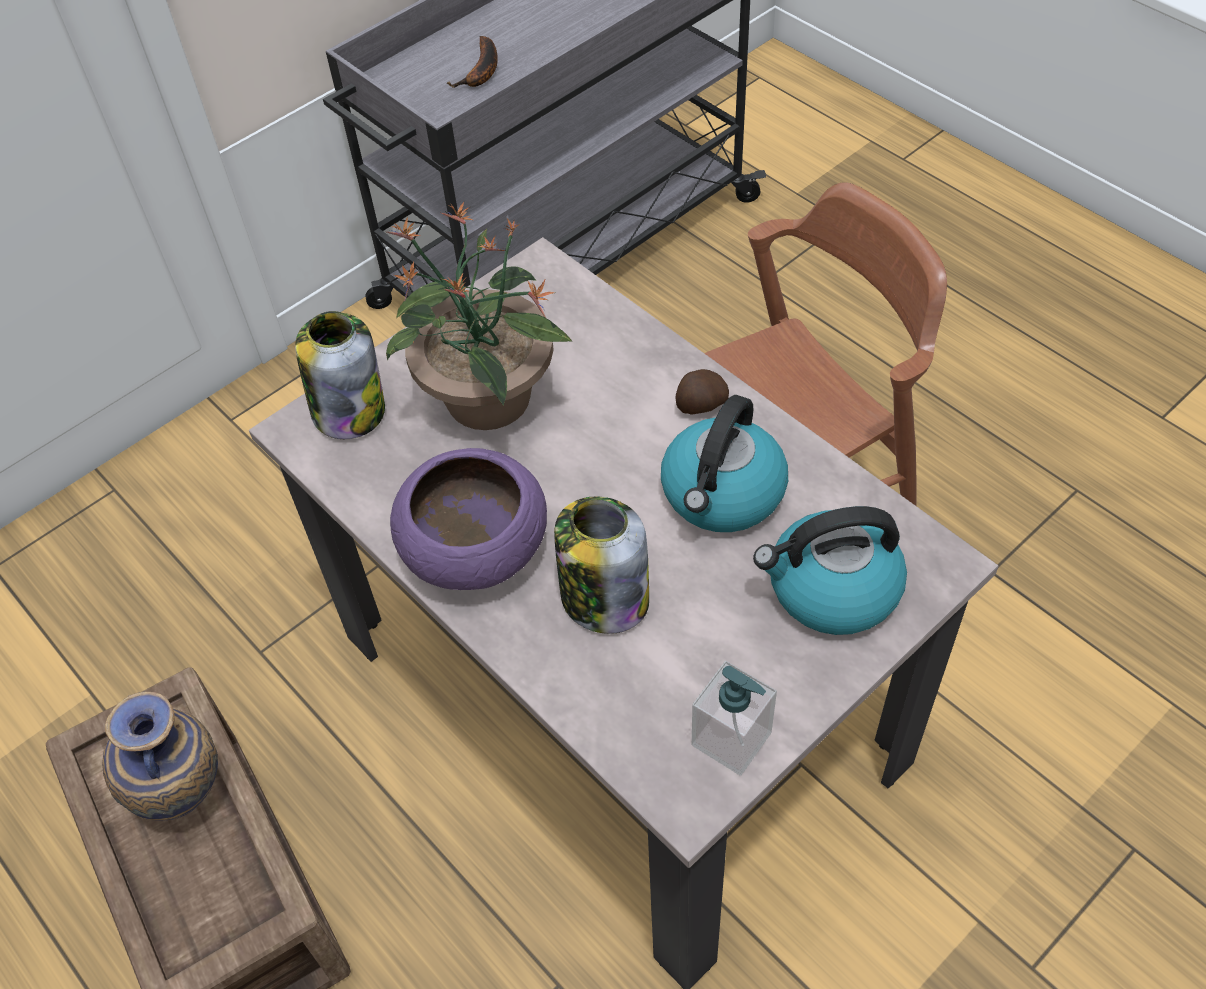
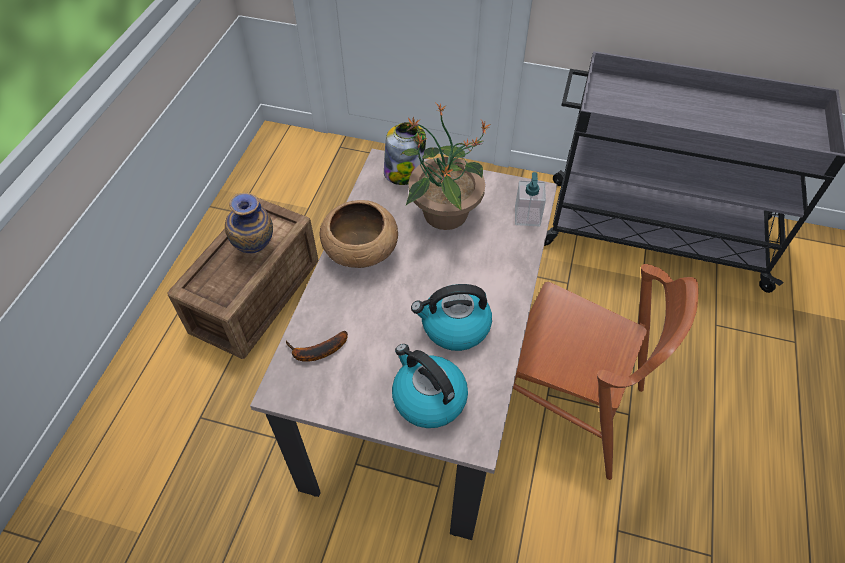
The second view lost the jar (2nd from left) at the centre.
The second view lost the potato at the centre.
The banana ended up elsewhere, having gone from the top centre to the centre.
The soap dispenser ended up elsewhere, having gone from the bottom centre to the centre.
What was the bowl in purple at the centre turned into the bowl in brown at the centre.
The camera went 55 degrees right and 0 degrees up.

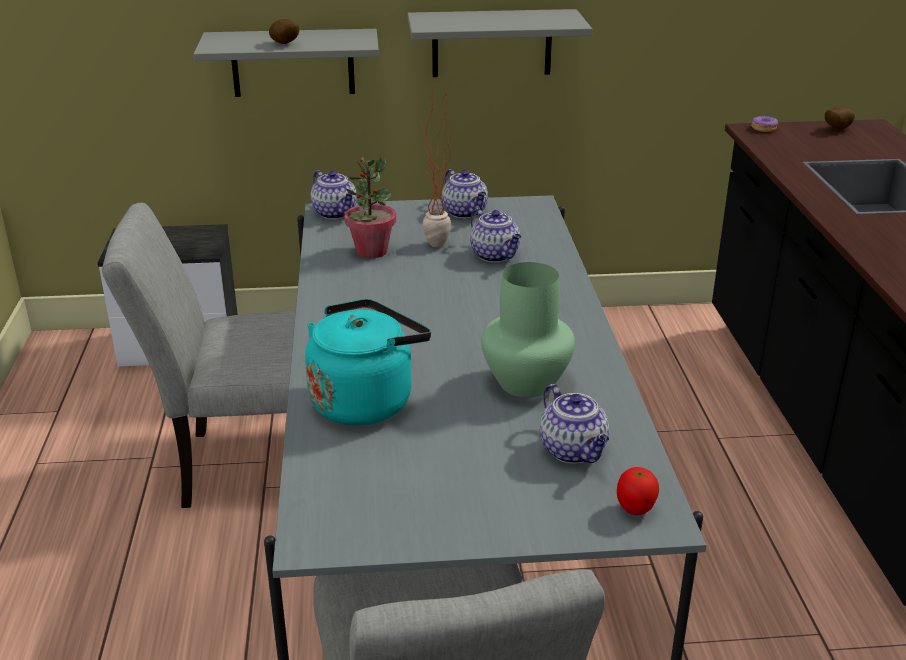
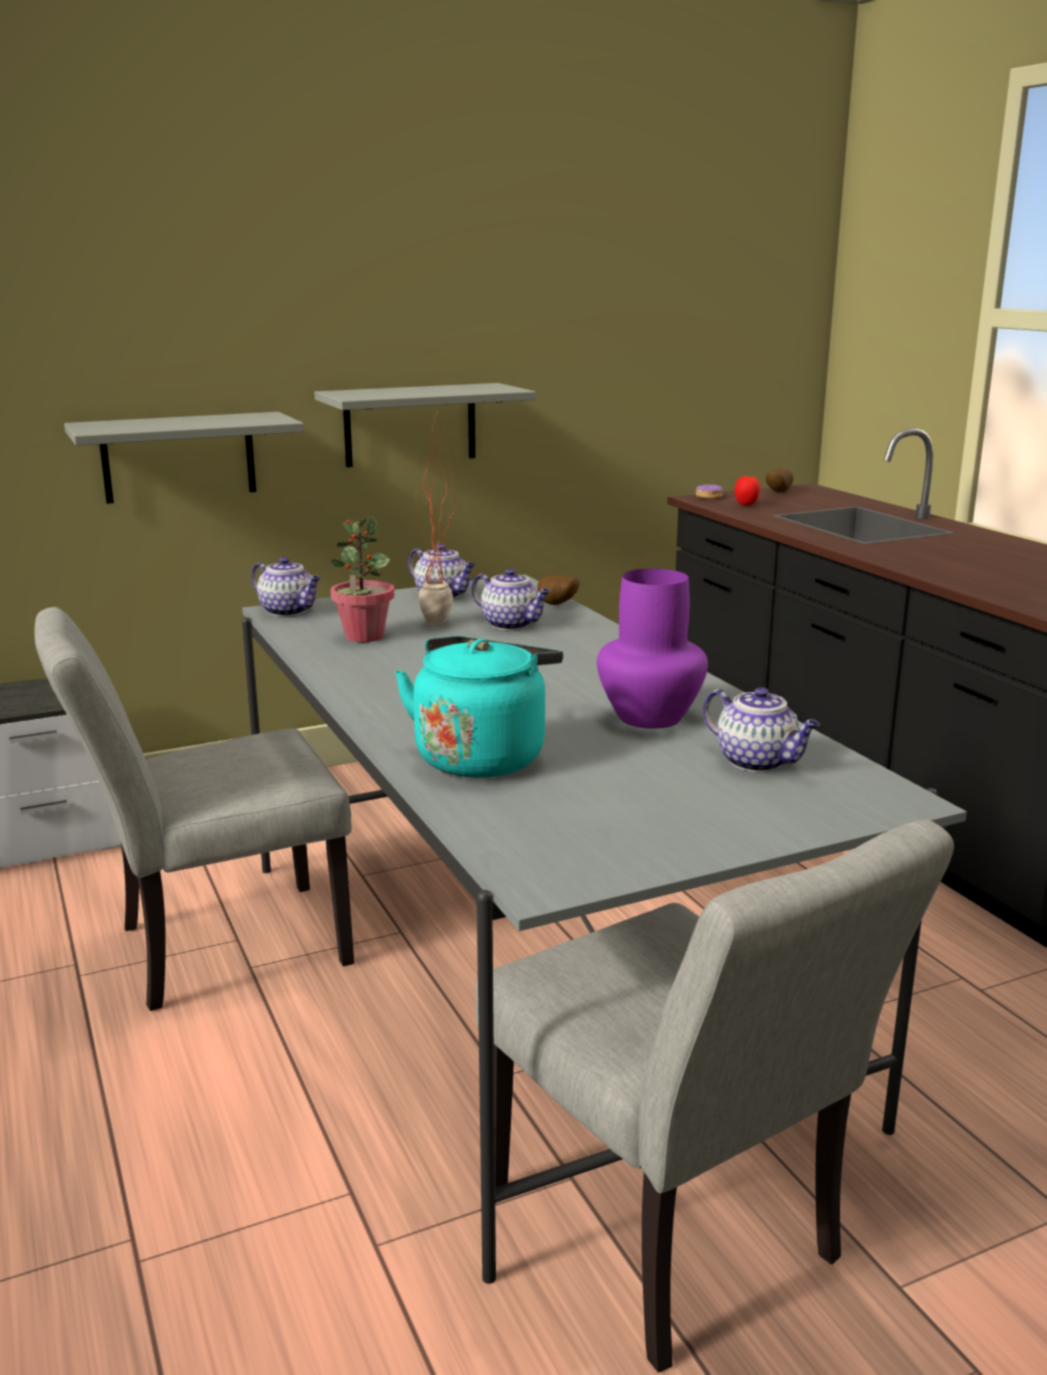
The potato (1st from left) ended up elsewhere, having gone from the top left to the centre.
The tomato ended up elsewhere, having gone from the bottom right to the middle right.
What was the vase in green at the centre turned into the vase in purple at the centre.
The camera went 20 degrees left and 10 degrees down.

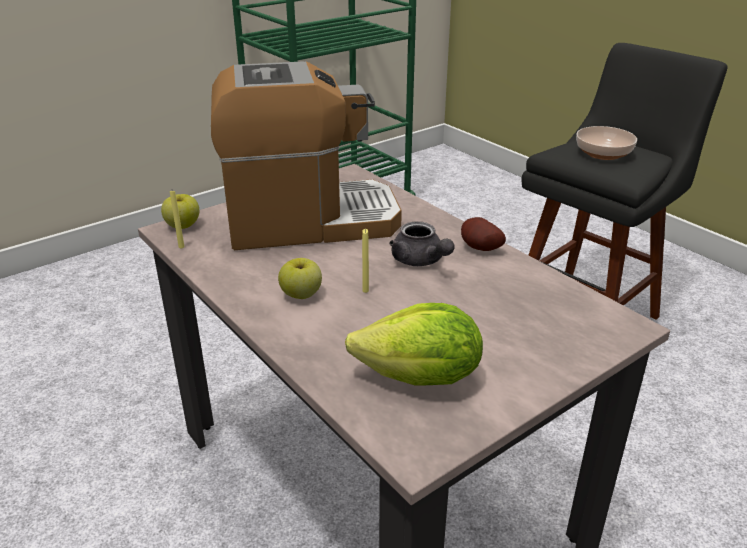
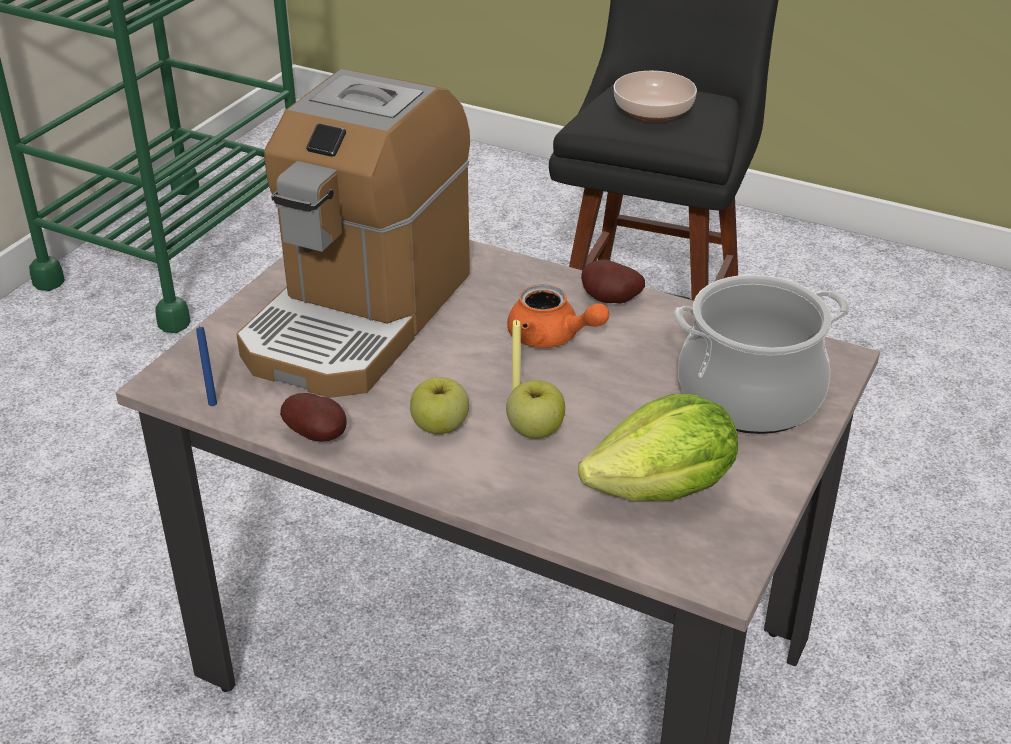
The second view gained the potato (1st from left) at the middle left.
The second view gained the cooking pot at the middle right.
The apple (1st from left in the first image) ended up elsewhere, having gone from the middle left to the centre.
What was the candle in yellow (1st from left) at the middle left turned into the candle in blue at the middle left.
What was the teapot in grey at the centre turned into the teapot in orange at the centre.
The coffee machine at the top centre ended up facing another way, 150 degrees clockwise from before.
The camera went 25 degrees left and 5 degrees up.

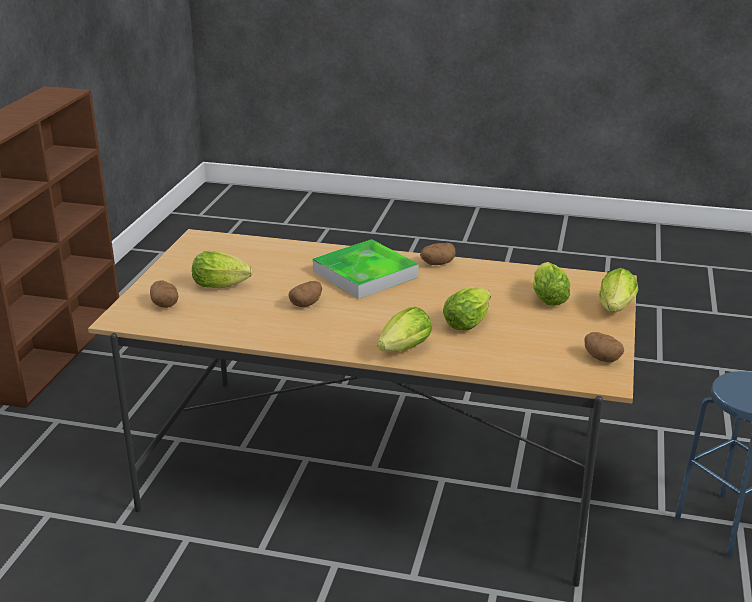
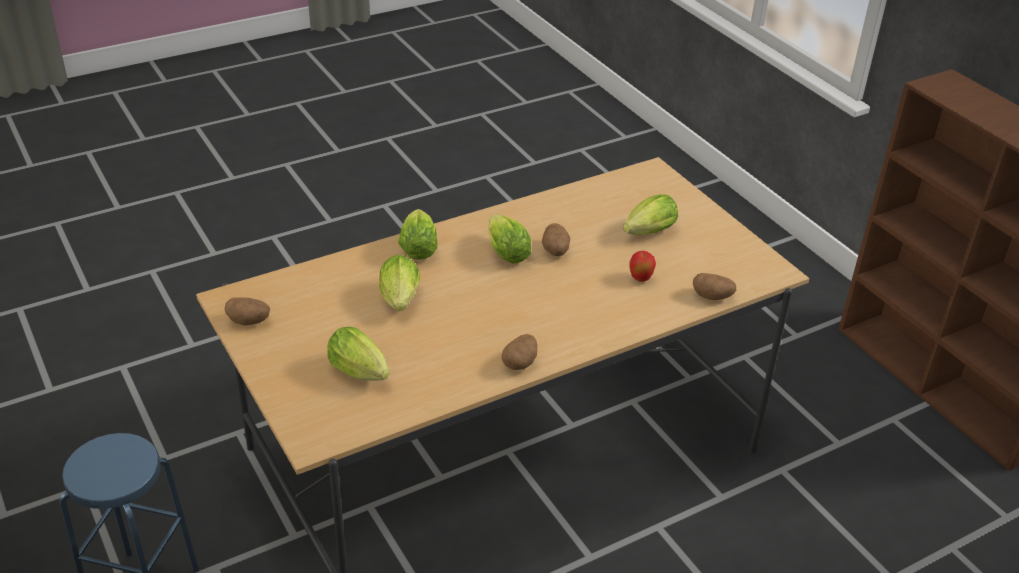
The second view lost the tray at the centre.
The second view gained the apple at the centre.
The potato (1st from left in the first image) ended up elsewhere, having gone from the middle left to the middle right.
The lettuce (5th from left in the first image) ended up elsewhere, having gone from the middle right to the centre.
The camera went 135 degrees right and 10 degrees up.

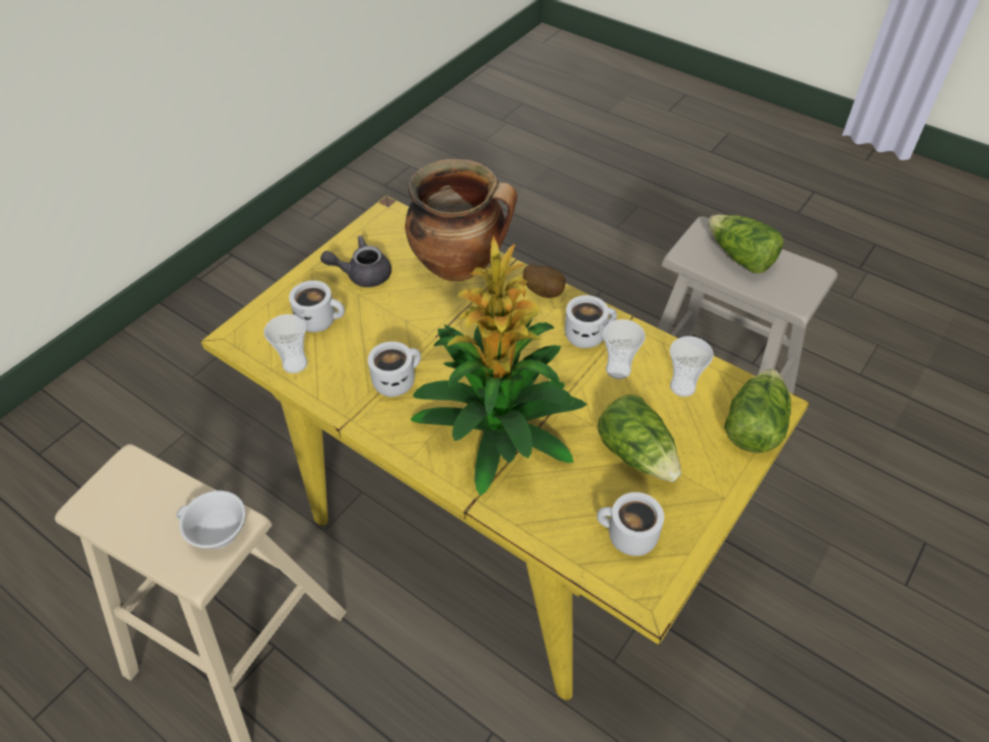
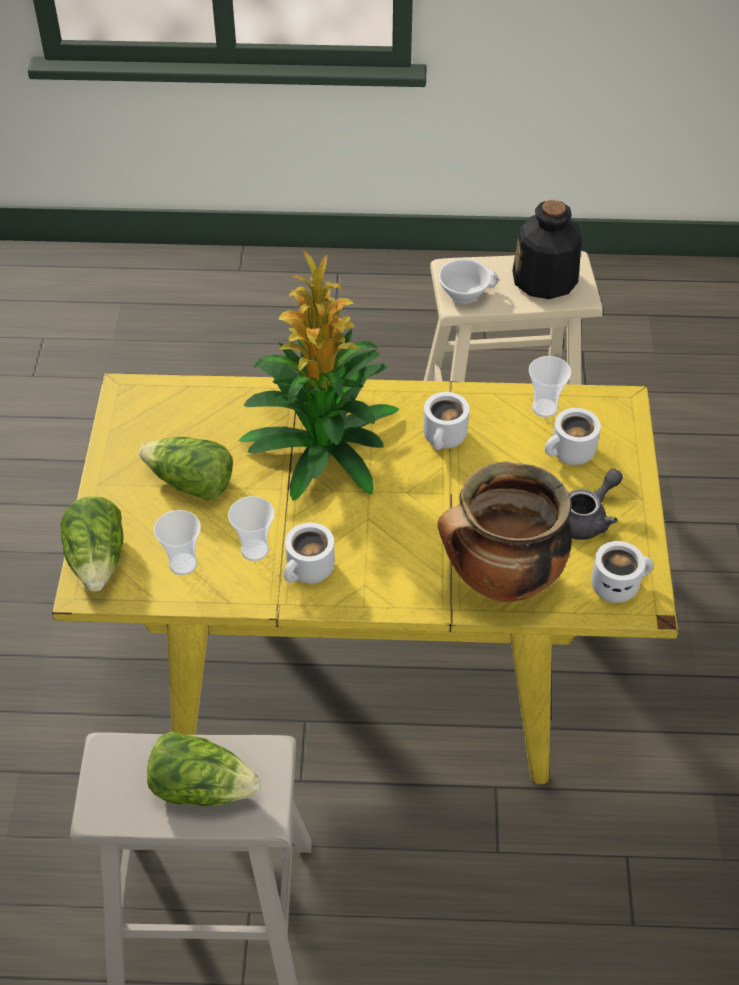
The second view lost the potato at the centre.
The second view gained the bottle at the top right.
The mug in white (4th from left) ended up elsewhere, having gone from the bottom centre to the middle right.
The camera went 145 degrees right and 0 degrees up.

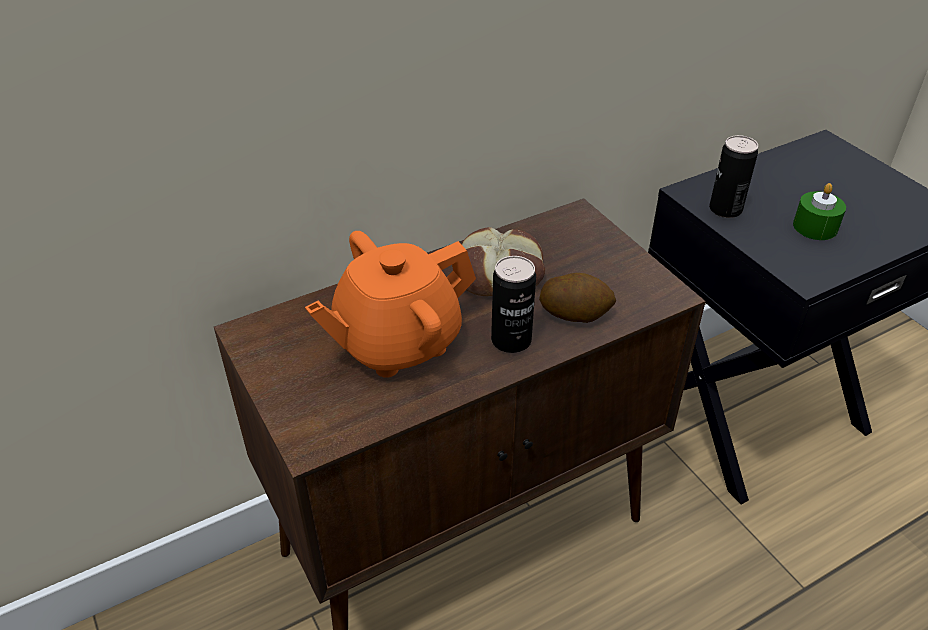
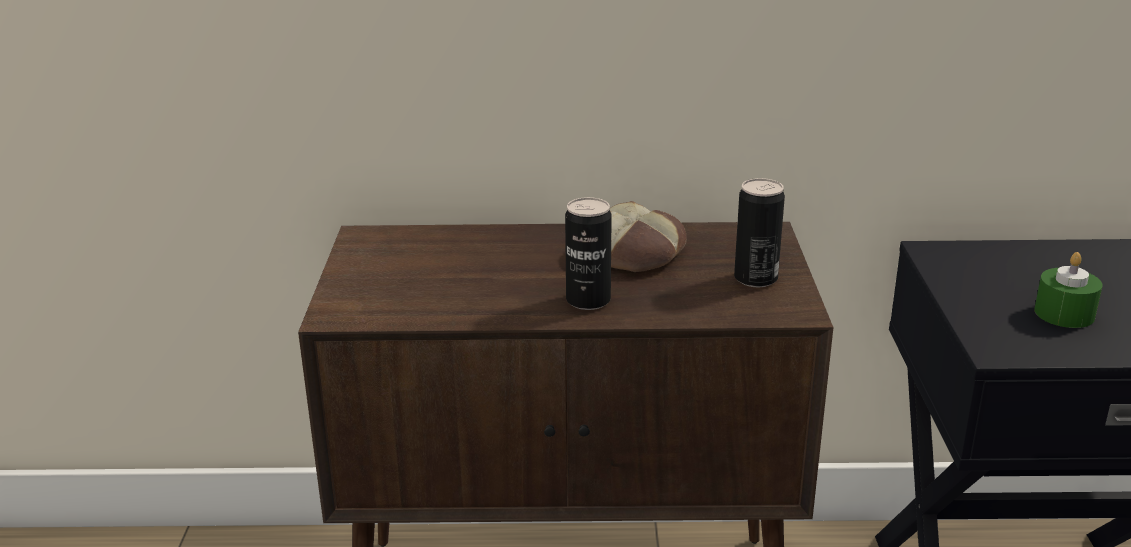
The second view lost the teapot in orange at the centre.
The second view lost the potato at the centre.
The can (2nd from left) ended up elsewhere, having gone from the top right to the middle right.
The camera went 30 degrees right and 15 degrees down.

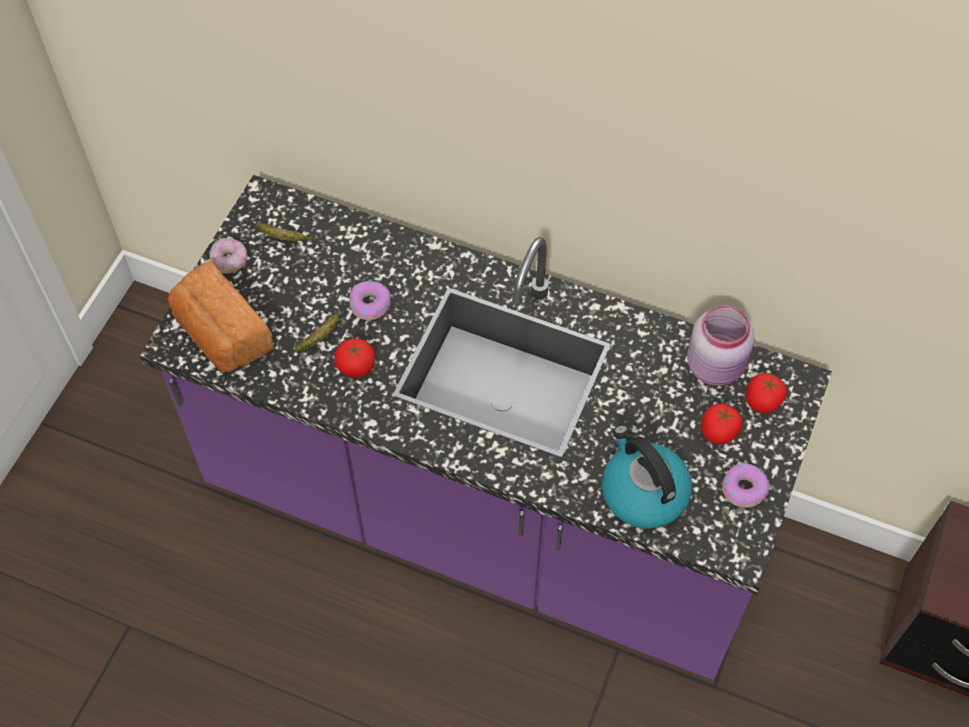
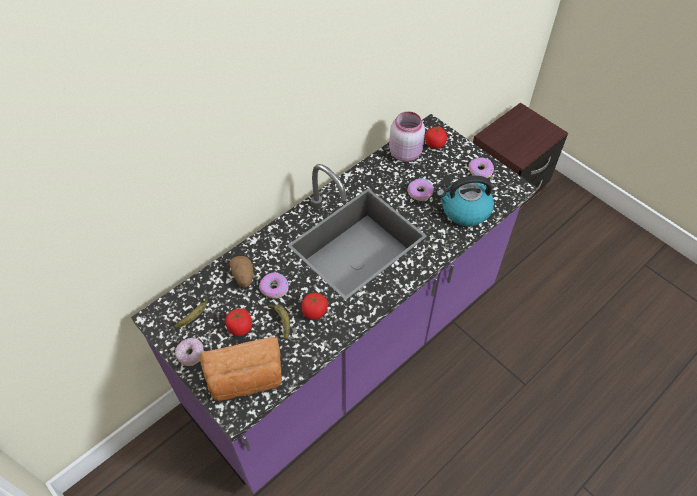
The second view gained the potato at the centre.
The second view gained the donut (3rd from left) at the centre.
The tomato (2nd from left in the first image) ended up elsewhere, having gone from the middle right to the centre.
The camera went 65 degrees left and 5 degrees down.

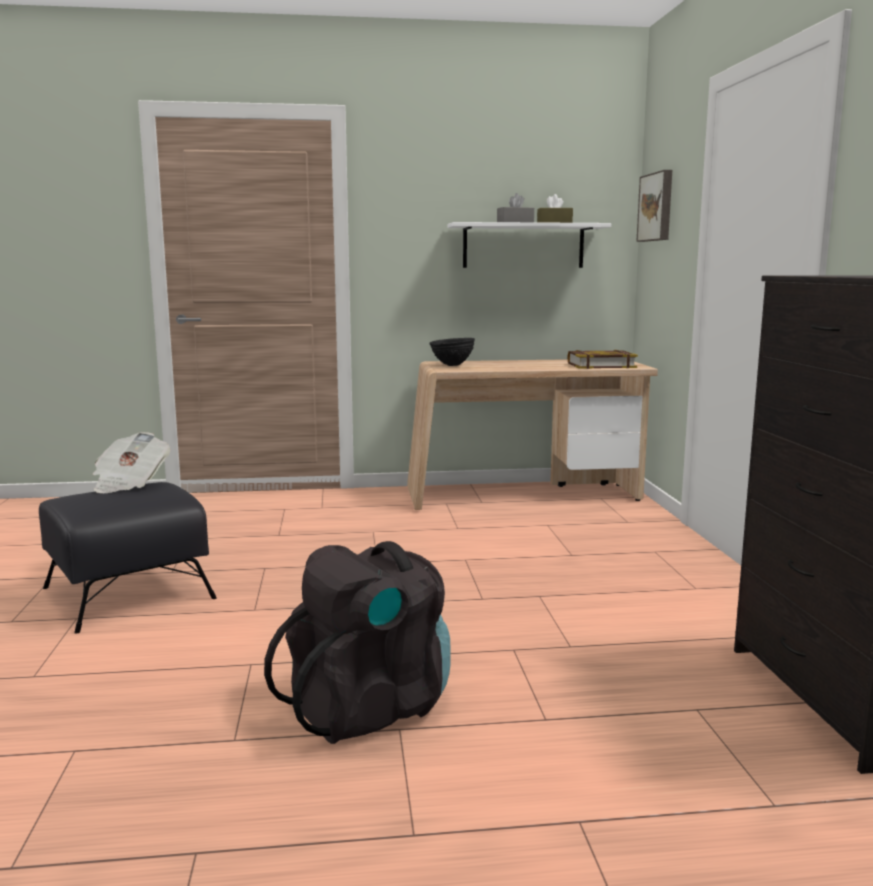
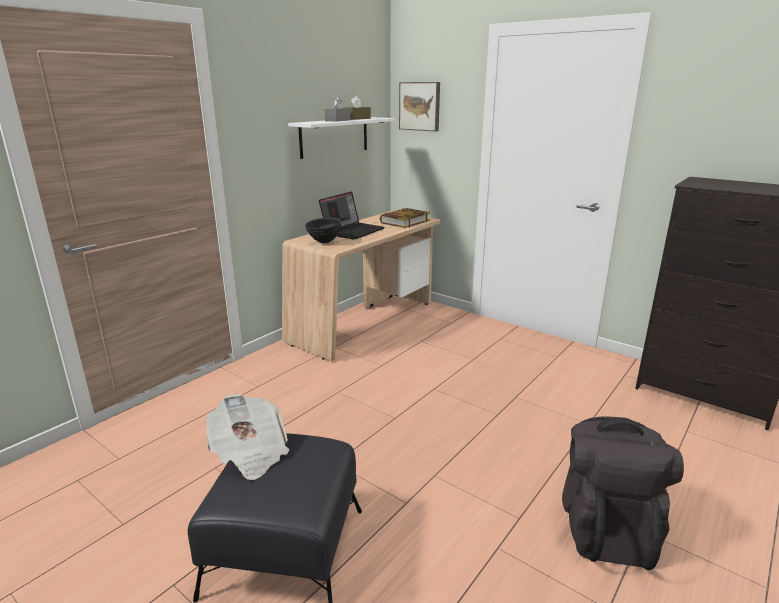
The second view gained the laptop at the centre.
The camera went 45 degrees left and 10 degrees up.

